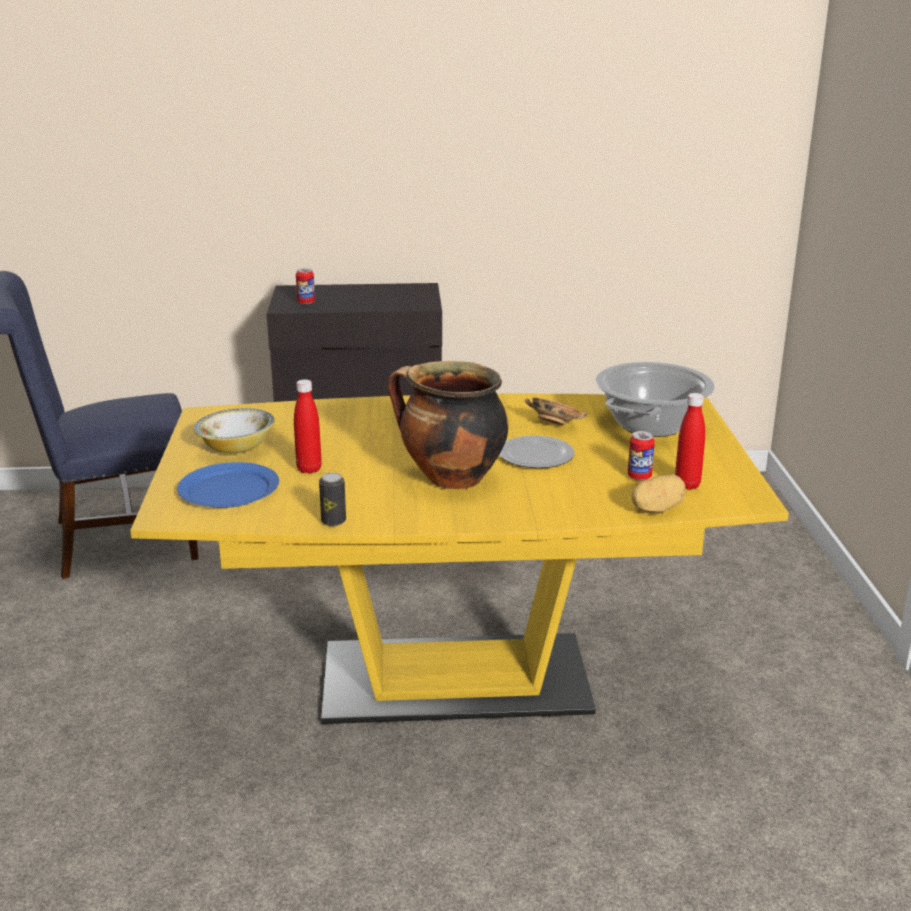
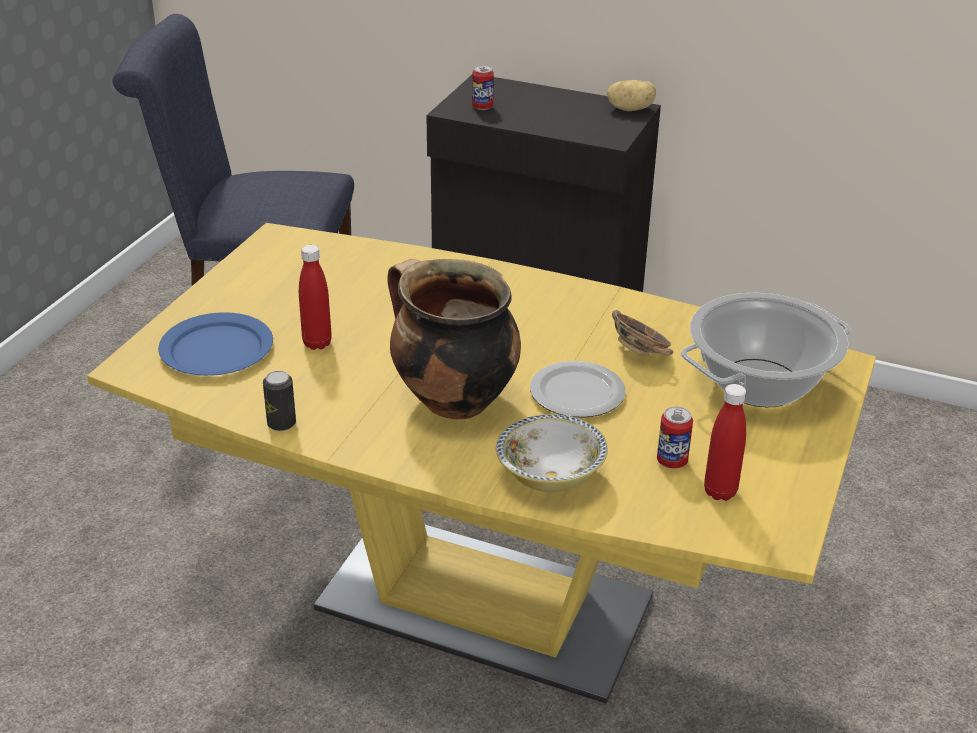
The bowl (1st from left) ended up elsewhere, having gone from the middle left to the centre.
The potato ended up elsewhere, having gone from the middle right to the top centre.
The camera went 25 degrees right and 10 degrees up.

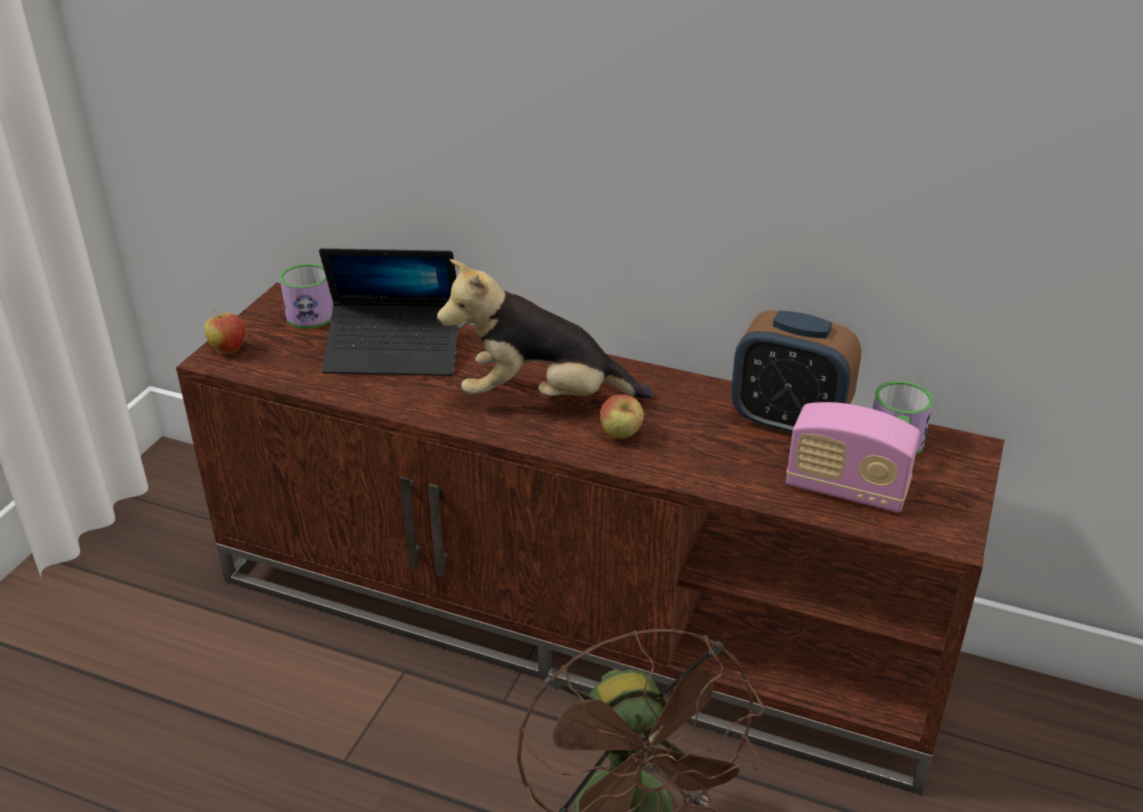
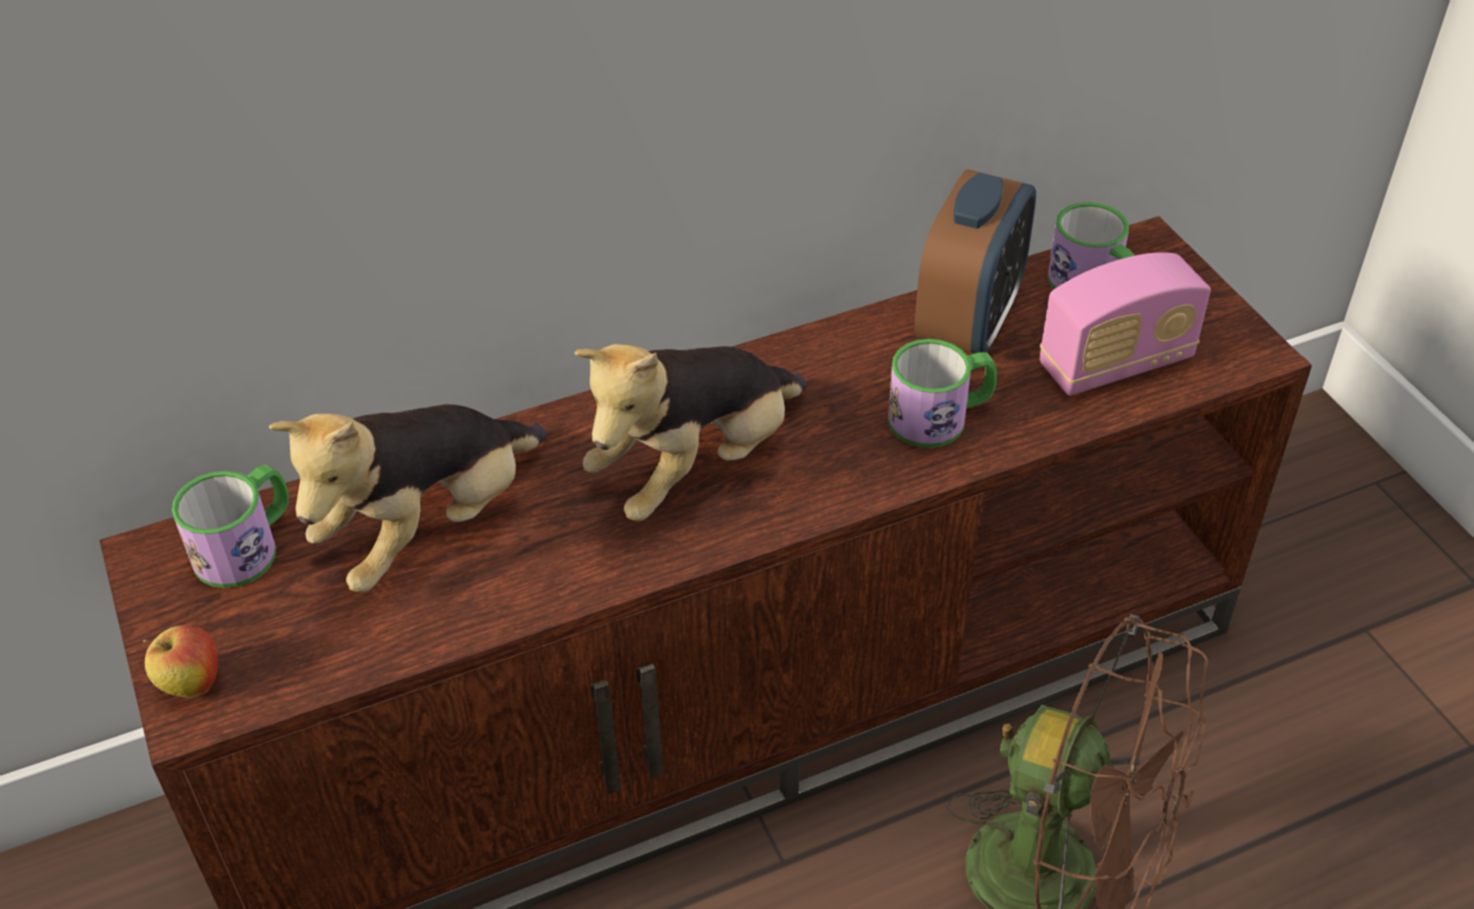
The second view lost the apple (2nd from left) at the centre.
The second view gained the mug (2nd from left) at the centre.
Where the laptop stood at the centre, the plush toy (1st from left) came to stand at the middle left.
The alarm clock at the middle right ended up facing another way, 45 degrees counterclockwise from before.
The camera went 45 degrees left and 10 degrees up.

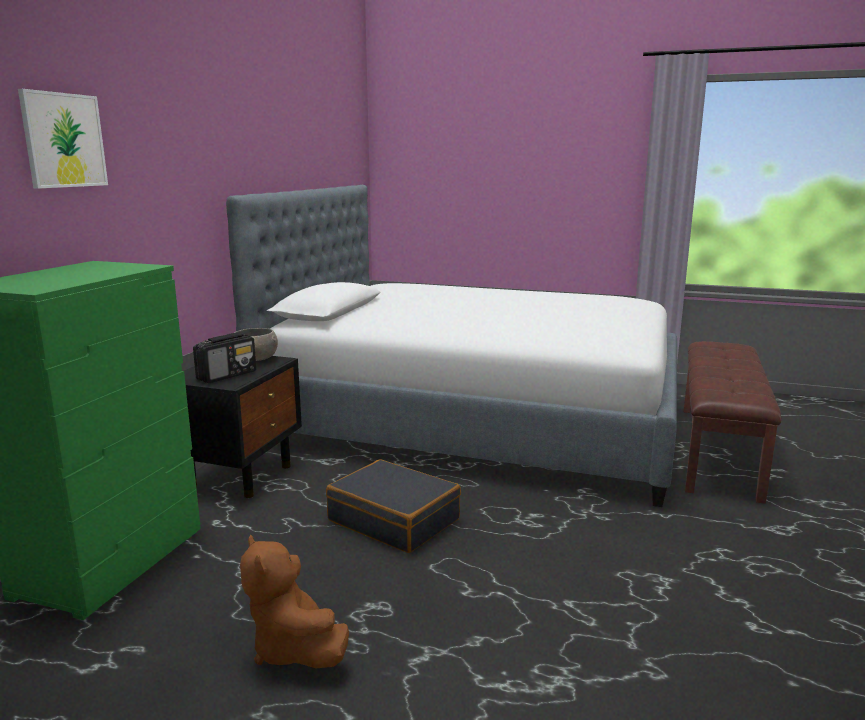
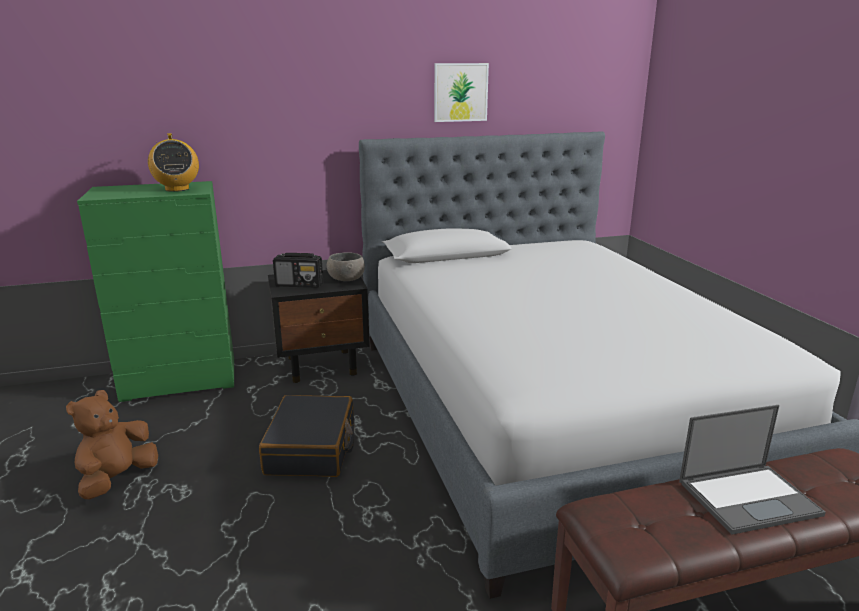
The second view gained the radio (1st from left) at the top left.
The second view gained the laptop at the bottom right.
The picture ended up elsewhere, having gone from the top left to the top centre.
The camera went 55 degrees right and 5 degrees up.

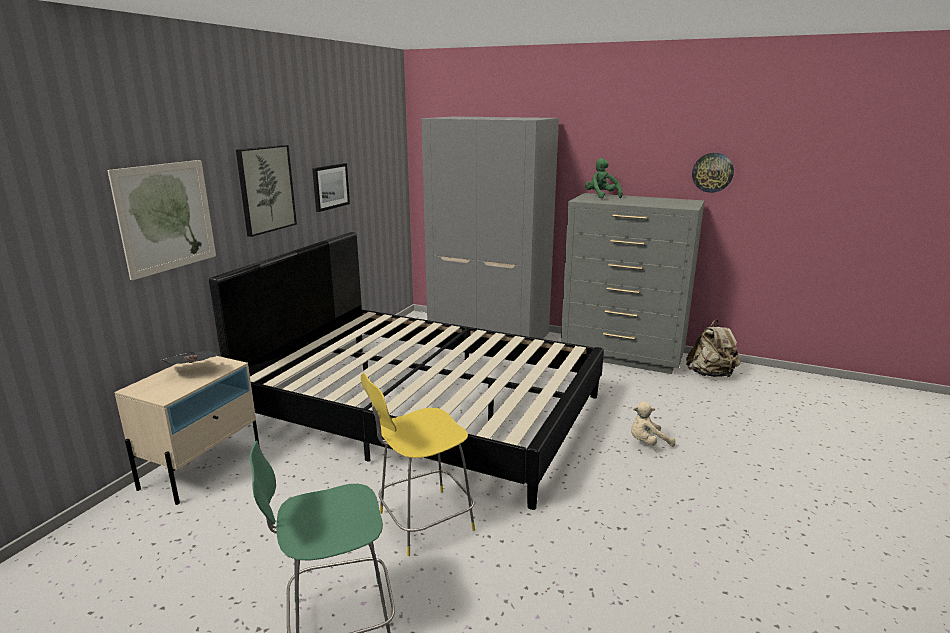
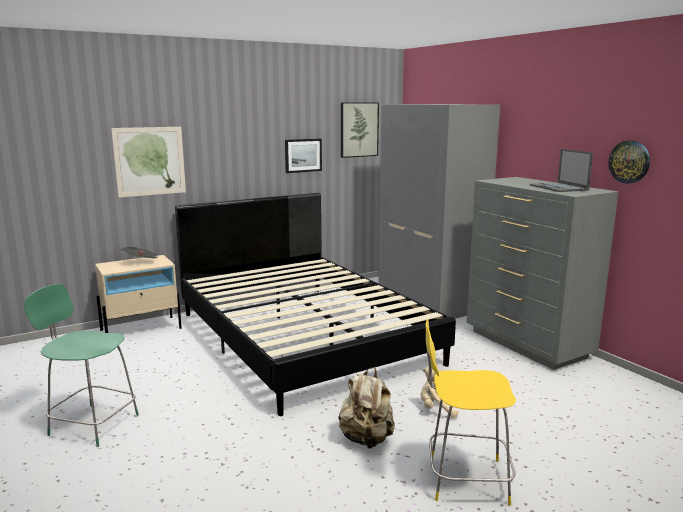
The second view lost the plush toy in green at the top centre.
The second view gained the laptop at the top right.
The picture (2nd from left in the first image) ended up elsewhere, having gone from the top left to the top centre.
The chair in yellow ended up elsewhere, having gone from the bottom centre to the bottom right.
The backpack in beige ended up elsewhere, having gone from the middle right to the bottom centre.
The camera went 35 degrees right and 5 degrees down.

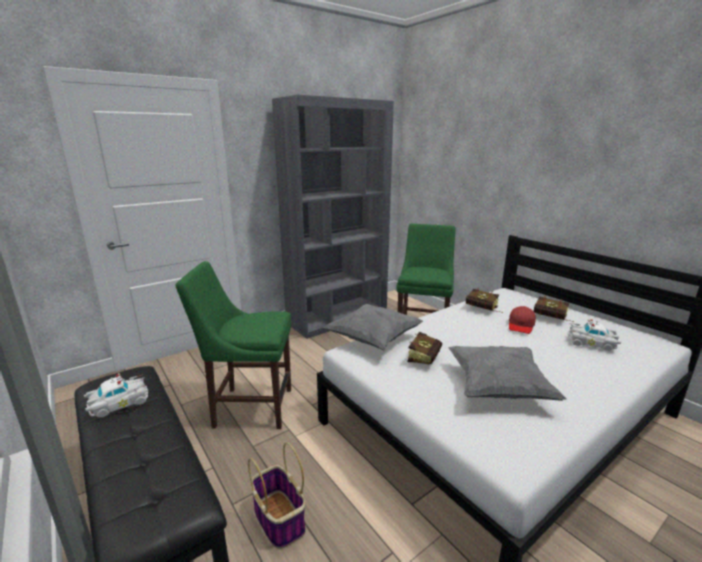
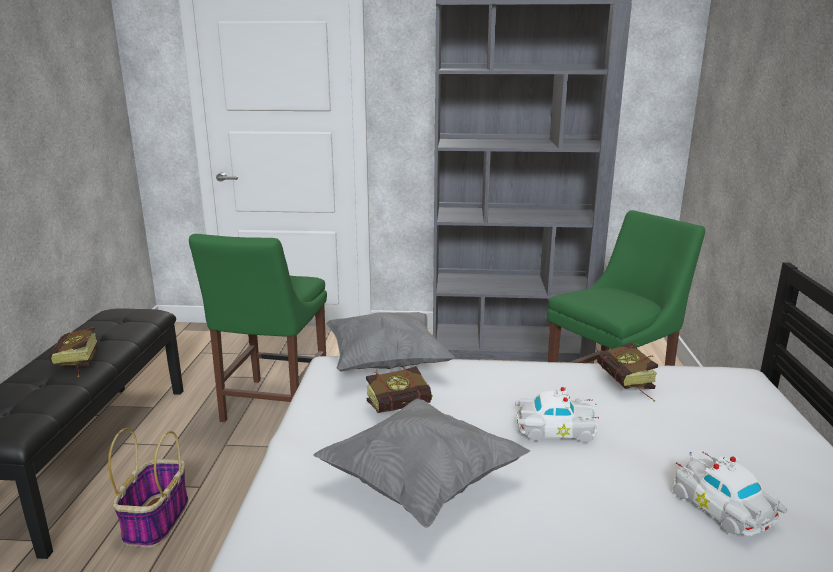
The second view lost the cap in red at the middle right.
The toy car in white (1st from left) ended up elsewhere, having gone from the bottom left to the bottom right.
The book (3rd from left in the first image) ended up elsewhere, having gone from the middle right to the middle left.
The chair in green (1st from left) at the middle left ended up facing another way, 120 degrees counterclockwise from before.
The camera went 40 degrees right and 0 degrees up.

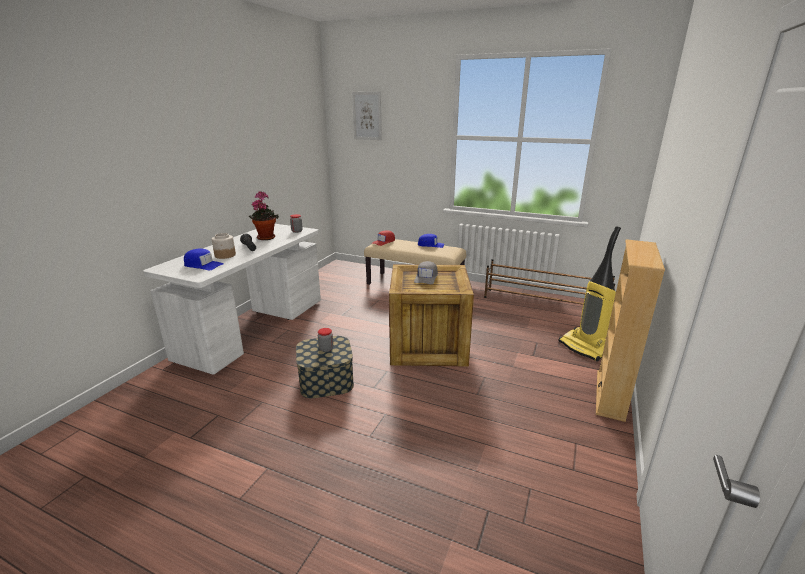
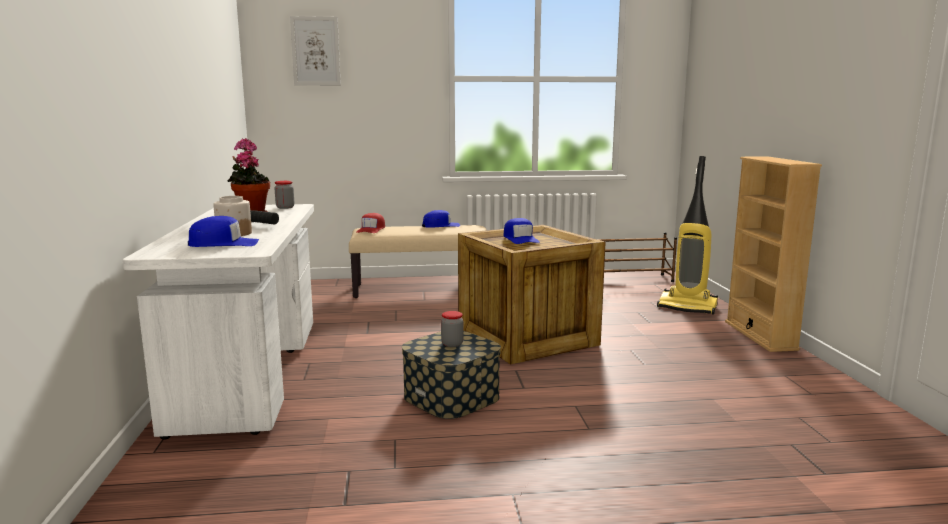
What was the cap in grey at the centre turned into the cap in blue (3rd from left) at the centre.
The camera went 30 degrees left and 10 degrees down.

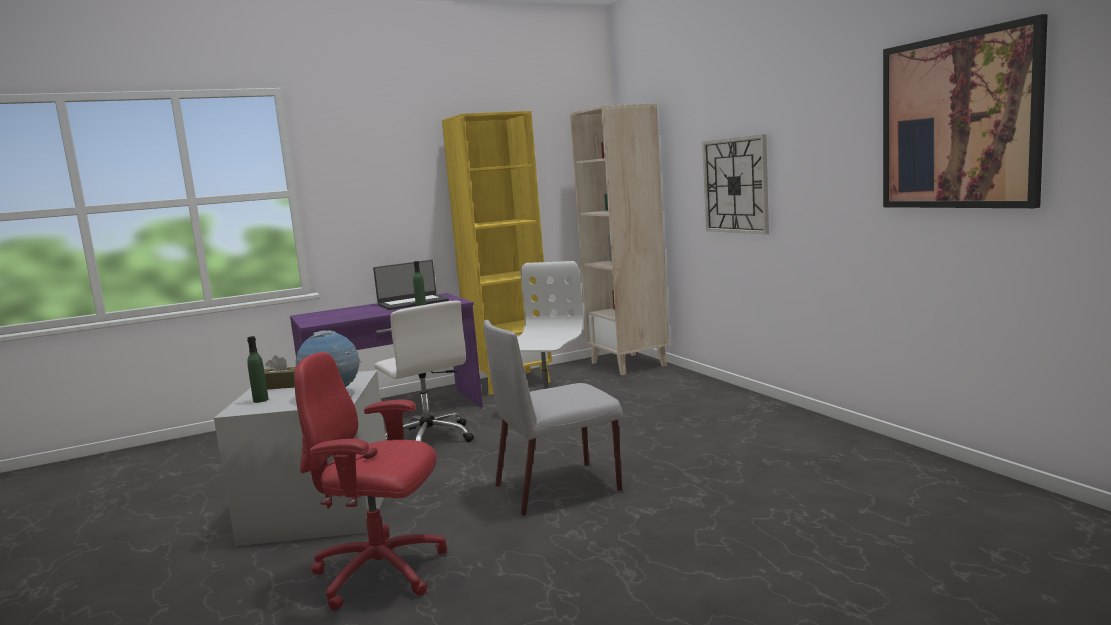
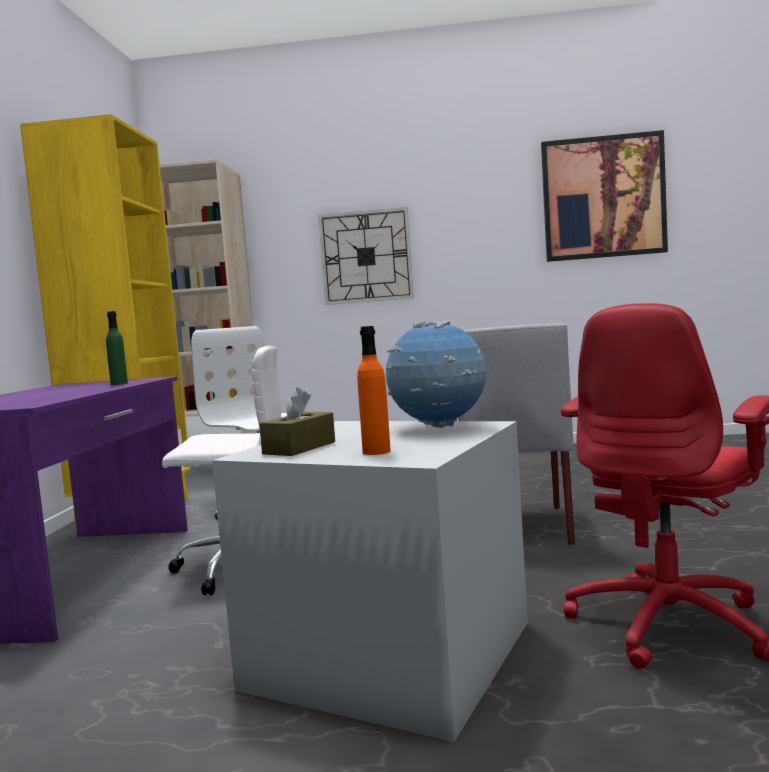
The second view lost the laptop at the centre.
What was the bottle in green (1st from left) at the middle left turned into the bottle in orange at the centre.
The camera went 60 degrees left and 5 degrees down.

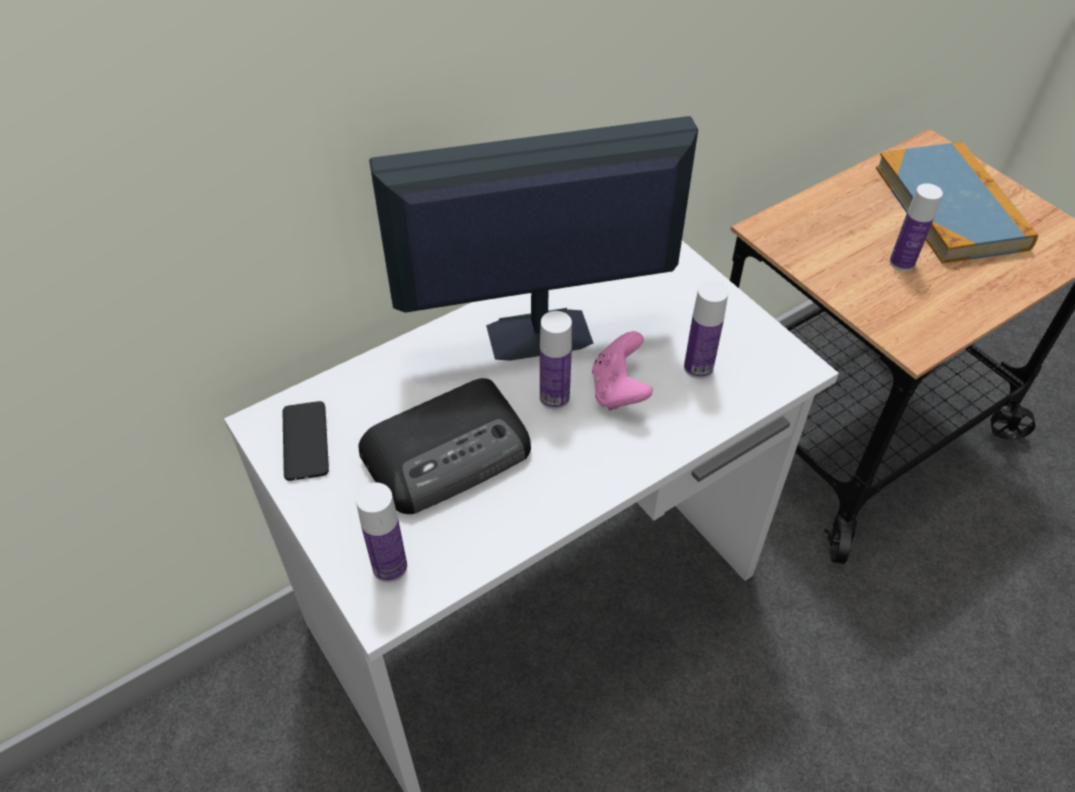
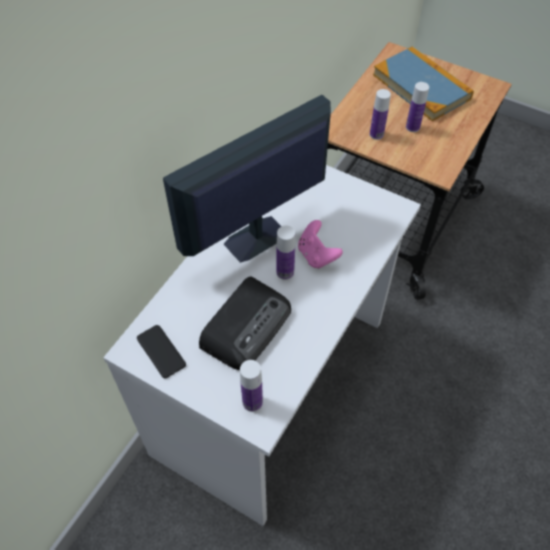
The bottle (3rd from left) ended up elsewhere, having gone from the centre to the top right.
The camera went 25 degrees left and 5 degrees up.

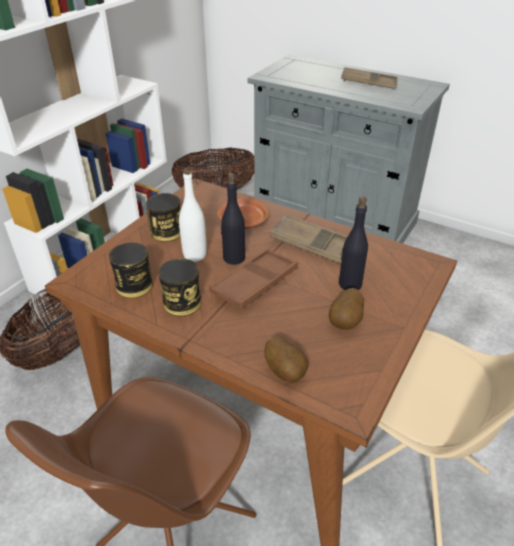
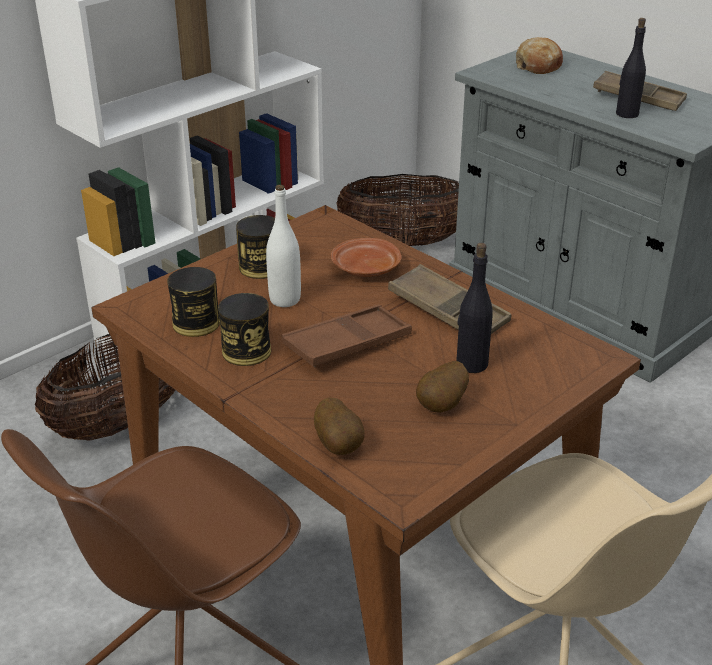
The second view gained the bread at the top right.
The bottle in black (1st from left in the first image) ended up elsewhere, having gone from the centre to the top right.
The camera went 15 degrees right and 5 degrees down.

